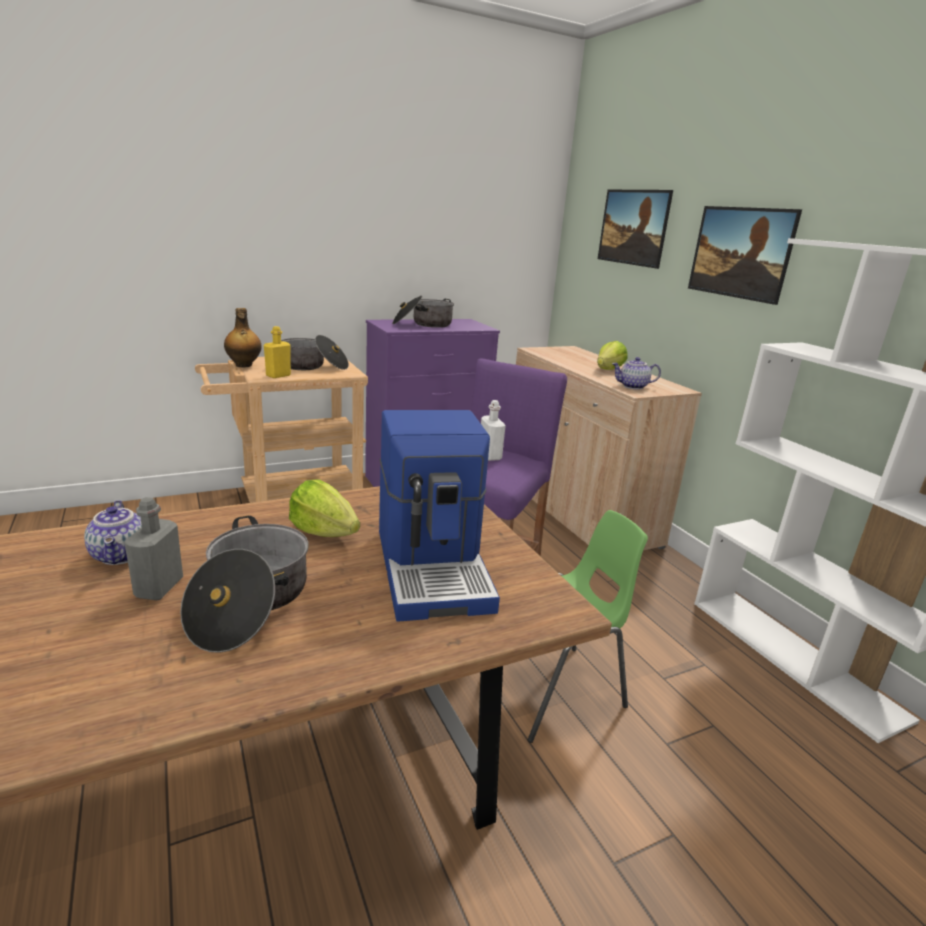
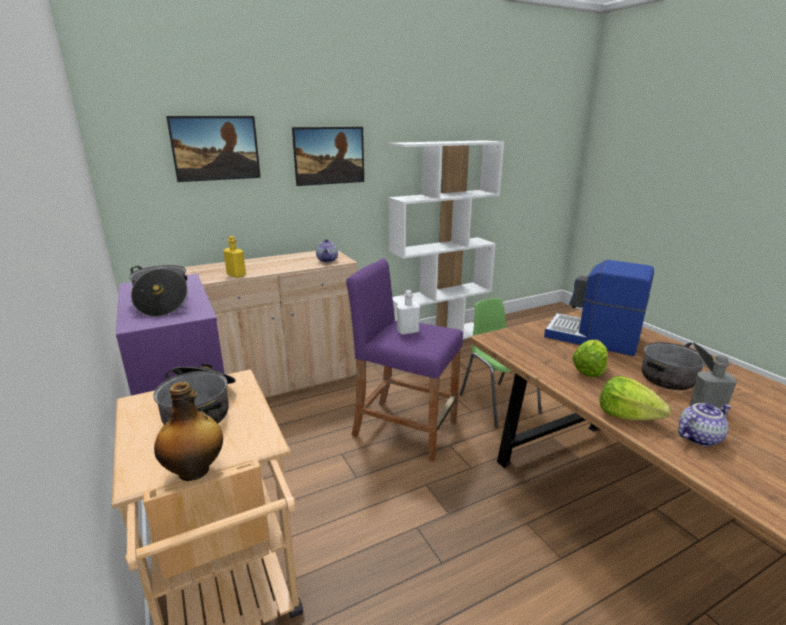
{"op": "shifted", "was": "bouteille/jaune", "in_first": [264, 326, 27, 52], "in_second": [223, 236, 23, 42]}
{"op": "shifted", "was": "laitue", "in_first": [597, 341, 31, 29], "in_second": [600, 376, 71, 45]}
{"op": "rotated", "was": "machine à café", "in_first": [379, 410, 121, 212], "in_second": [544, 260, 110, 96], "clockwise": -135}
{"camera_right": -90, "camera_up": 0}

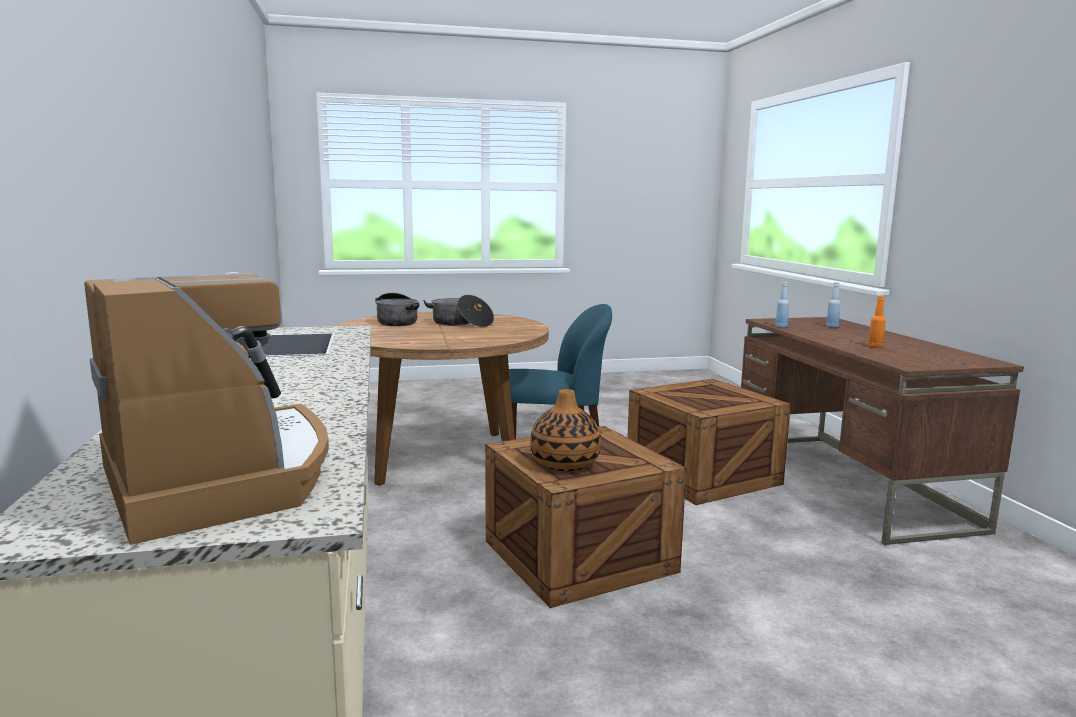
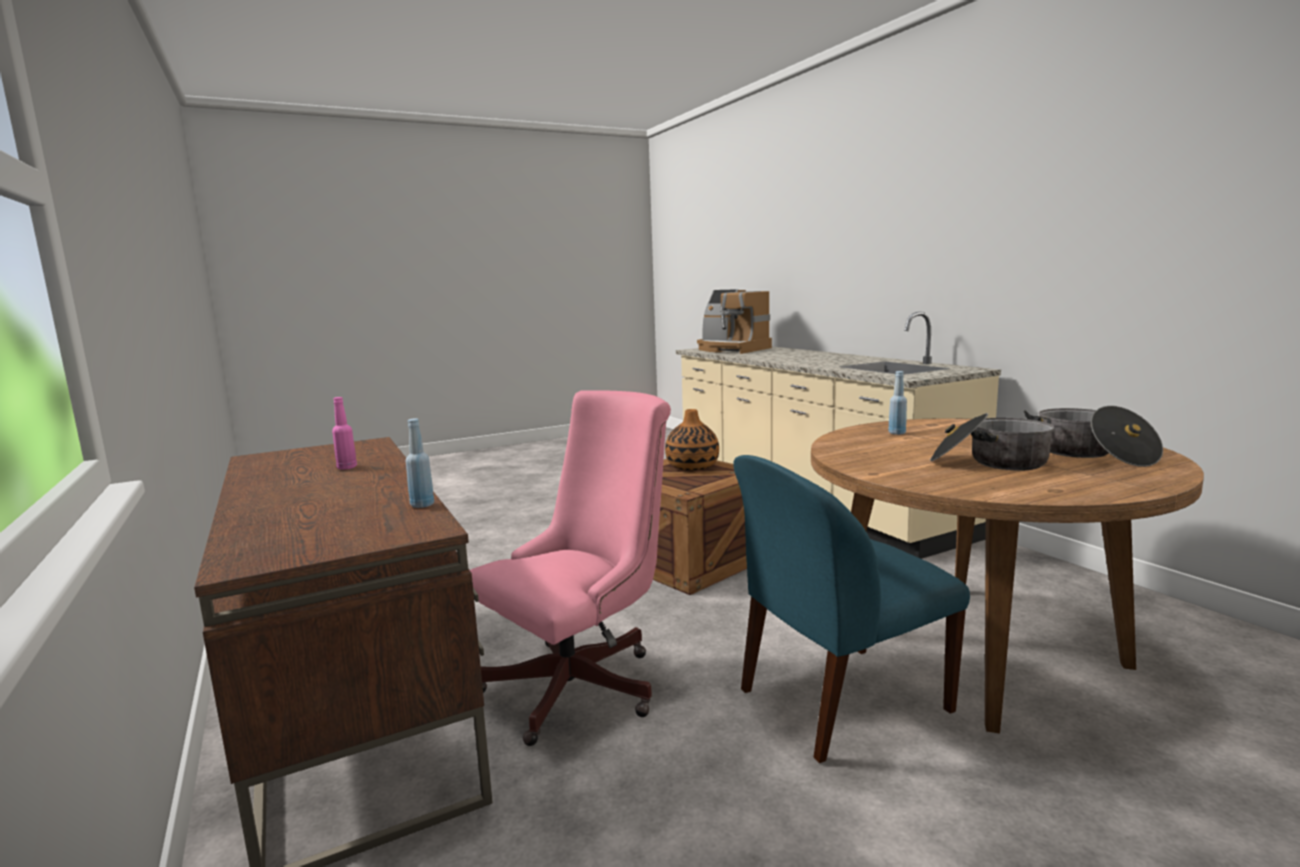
{"op": "shifted", "was": "bouteille/bleu", "in_first": [826, 282, 15, 45], "in_second": [888, 371, 19, 64]}
{"op": "swapped", "was": "caisse", "now": "chaise de bureau/rose", "in_first": [627, 379, 164, 126], "in_second": [470, 390, 201, 356]}
{"op": "repainted", "was": "bouteille/orange", "now": "bouteille/rose", "in_first": [868, 295, 18, 53], "in_second": [332, 397, 25, 73]}
{"camera_right": 165, "camera_up": 0}

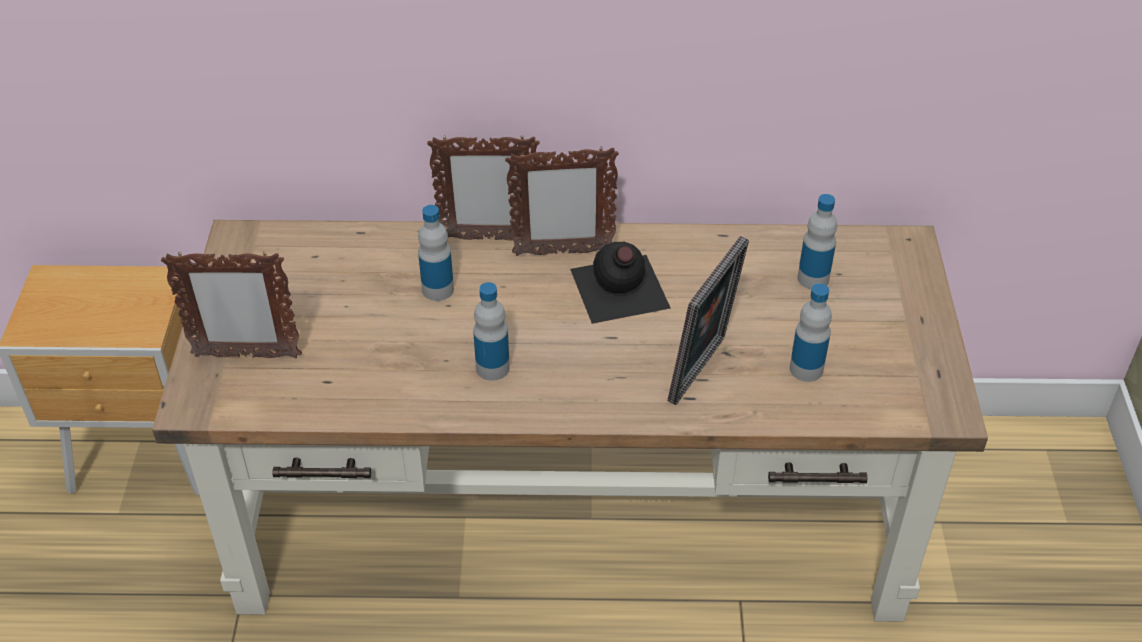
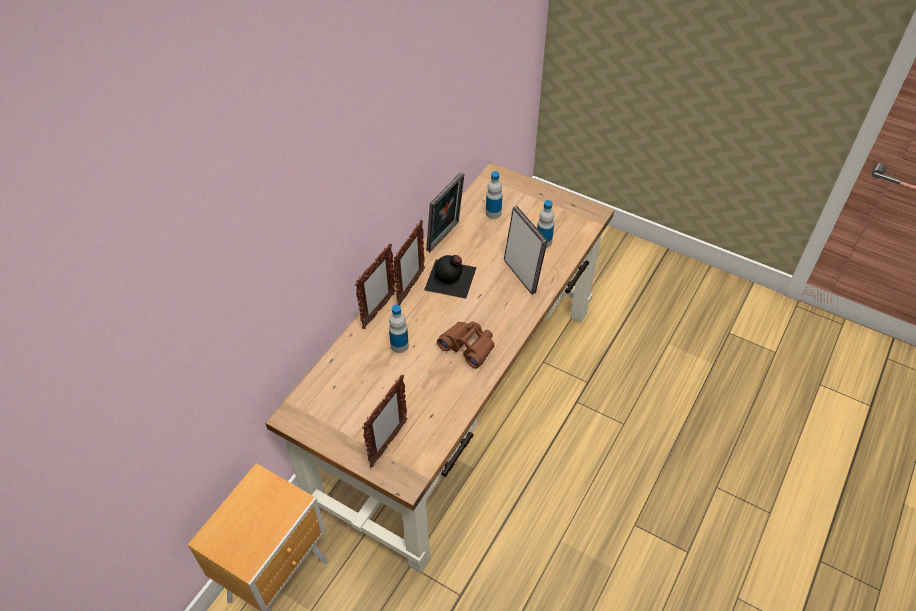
{"op": "new", "now": "cadre photo", "in_second": [426, 172, 38, 80]}
{"op": "swapped", "was": "bouteille", "now": "jumelles/marron", "in_first": [473, 282, 37, 99], "in_second": [437, 321, 58, 48]}
{"camera_right": -60, "camera_up": 5}

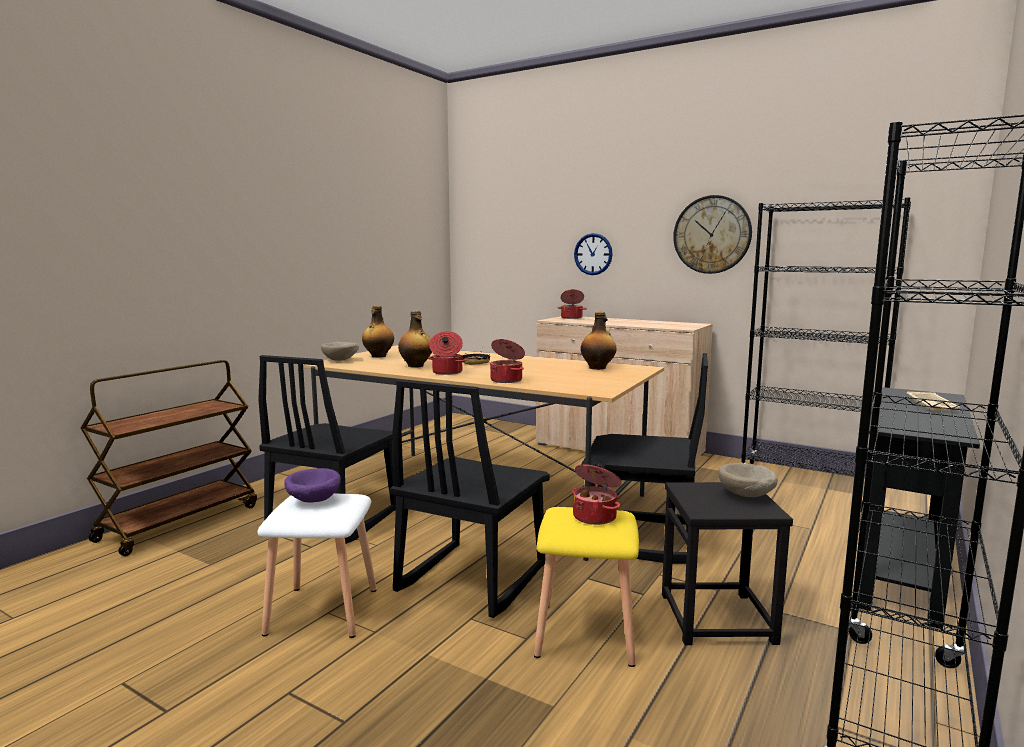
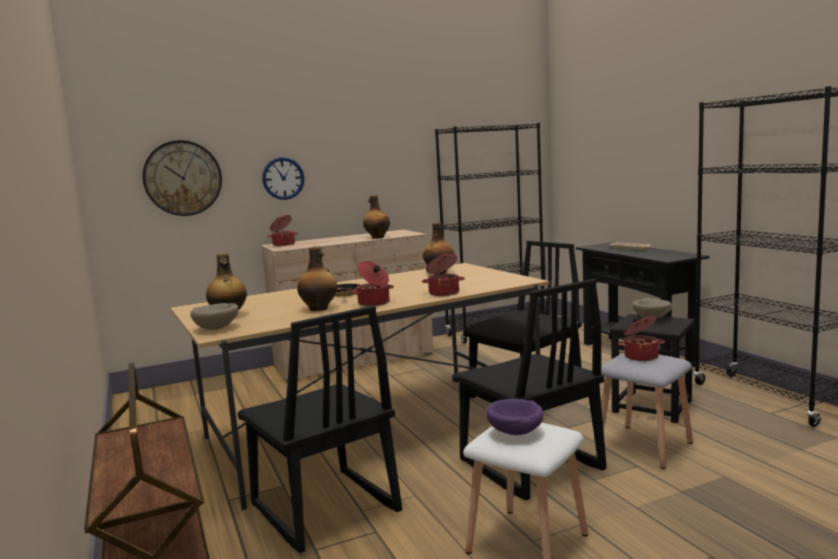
{"op": "new", "now": "bouteille", "in_second": [363, 195, 27, 43]}
{"op": "shifted", "was": "horloge murale", "in_first": [673, 195, 79, 79], "in_second": [143, 140, 79, 76]}
{"op": "repainted", "was": "tabouret/jaune", "now": "tabouret/gris", "in_first": [534, 507, 105, 160], "in_second": [601, 353, 92, 116]}
{"camera_right": -55, "camera_up": 0}

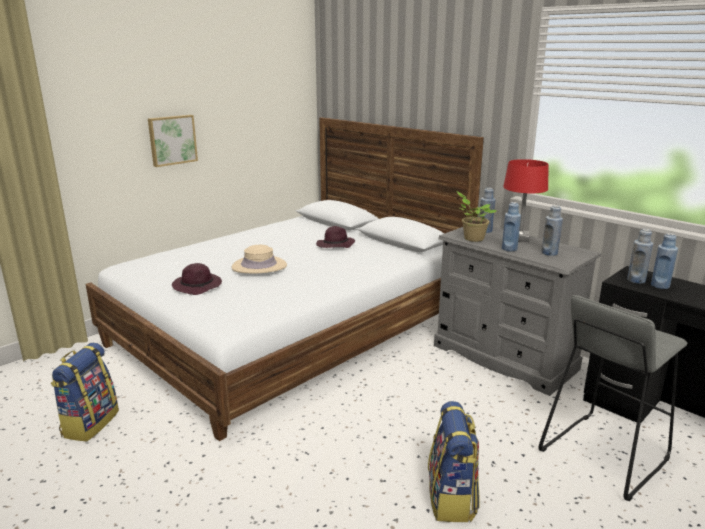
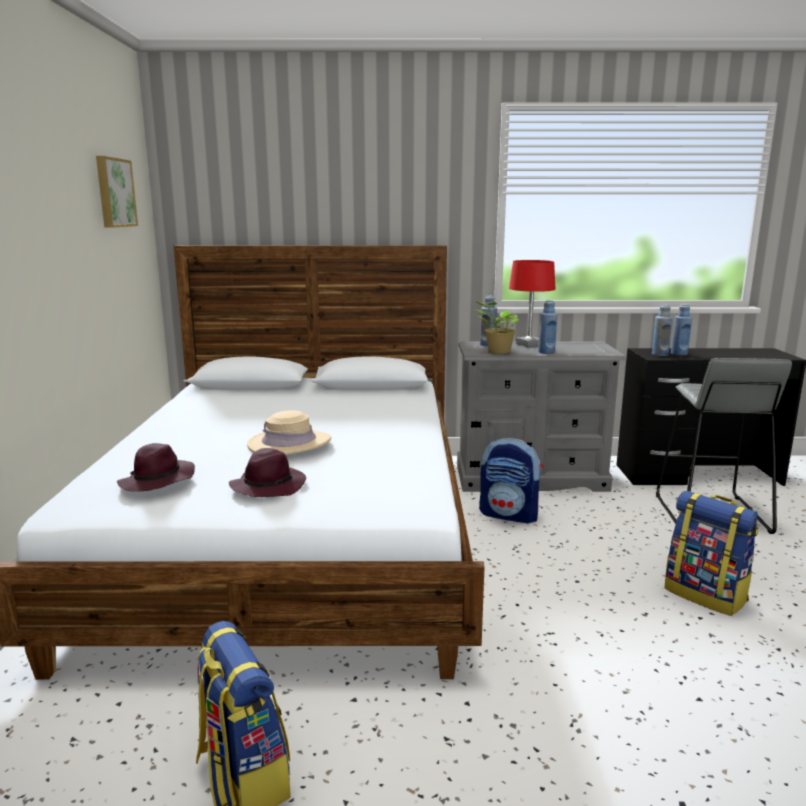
{"op": "gone", "was": "bouteille/bleu", "in_first": [542, 205, 21, 51]}
{"op": "new", "now": "sac à dos", "in_second": [479, 438, 64, 86]}
{"op": "shifted", "was": "tableau", "in_first": [148, 115, 50, 52], "in_second": [96, 156, 42, 72]}
{"op": "shifted", "was": "chapeau/violet", "in_first": [316, 226, 39, 22], "in_second": [117, 443, 78, 49]}
{"camera_right": -45, "camera_up": -5}

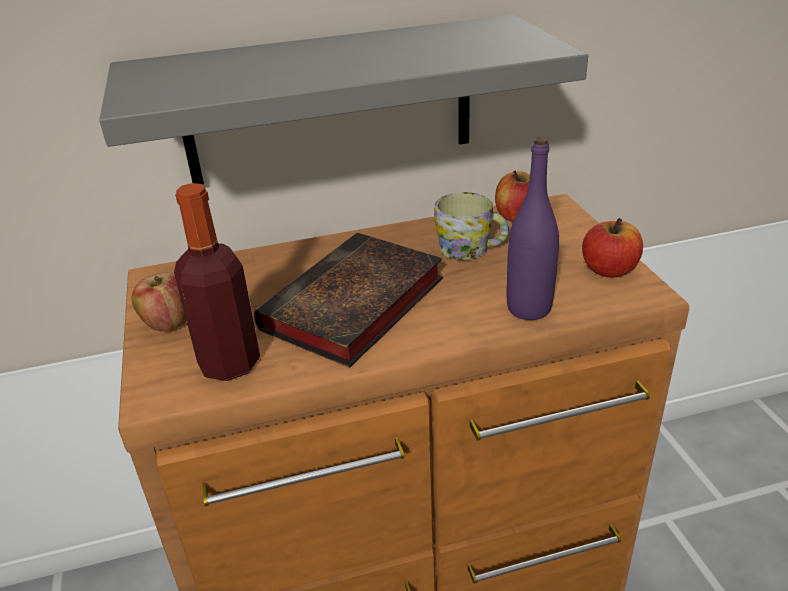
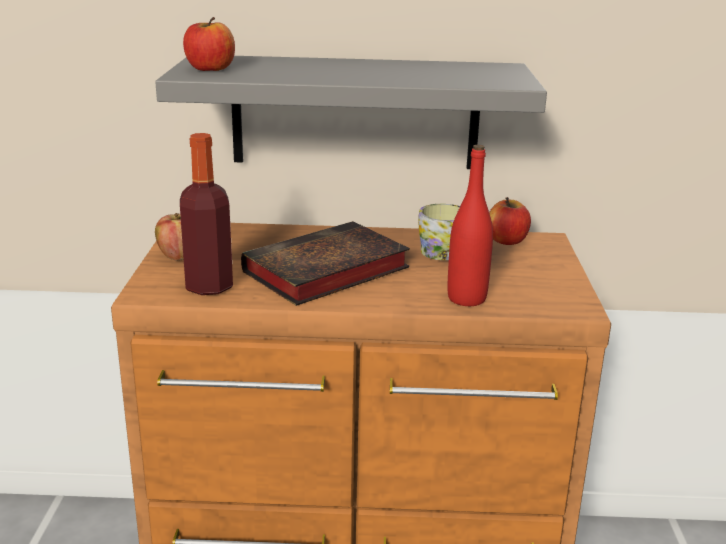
{"op": "shifted", "was": "pomme", "in_first": [582, 218, 61, 60], "in_second": [183, 17, 52, 54]}
{"op": "repainted", "was": "bouteille/violet", "now": "bouteille/rouge", "in_first": [507, 137, 52, 183], "in_second": [448, 145, 45, 161]}
{"camera_right": 15, "camera_up": -10}

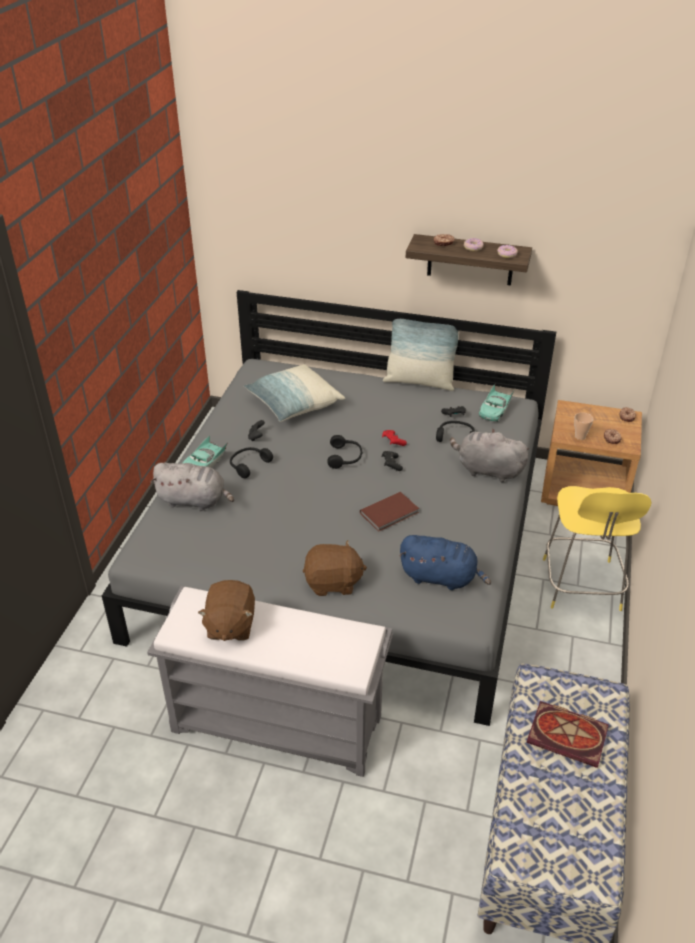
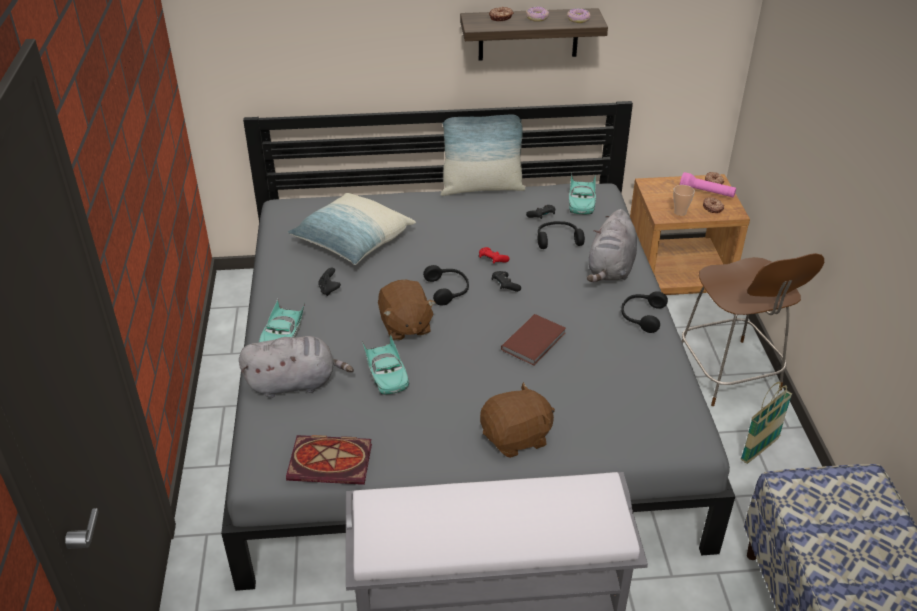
{"op": "gone", "was": "peluche/bleu", "in_first": [399, 535, 92, 55]}
{"op": "new", "now": "petite voiture/turquoise", "in_second": [362, 334, 47, 60]}
{"op": "new", "now": "lampe de poche/rose", "in_second": [680, 172, 56, 25]}
{"op": "new", "now": "panier", "in_second": [741, 381, 51, 83]}
{"op": "shifted", "was": "peluche/marron", "in_first": [198, 580, 57, 61], "in_second": [378, 280, 58, 61]}
{"op": "shifted", "was": "casque audio/noir", "in_first": [230, 447, 43, 31], "in_second": [622, 291, 46, 42]}
{"op": "shifted", "was": "livre", "in_first": [527, 701, 82, 67], "in_second": [286, 435, 86, 50]}
{"op": "repainted", "was": "tabouret/jaune", "now": "tabouret/marron", "in_first": [543, 486, 108, 125], "in_second": [681, 253, 143, 153]}
{"op": "rotated", "was": "peluche/gris", "in_first": [450, 428, 79, 54], "in_second": [587, 209, 50, 73], "clockwise": -75}
{"camera_right": -20, "camera_up": 0}

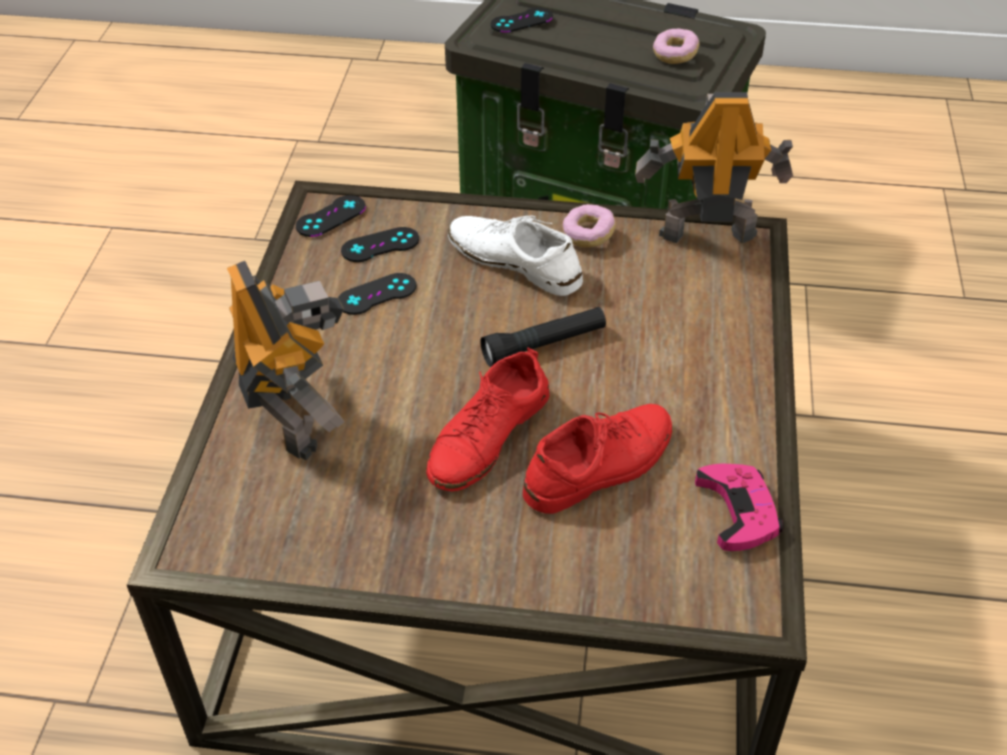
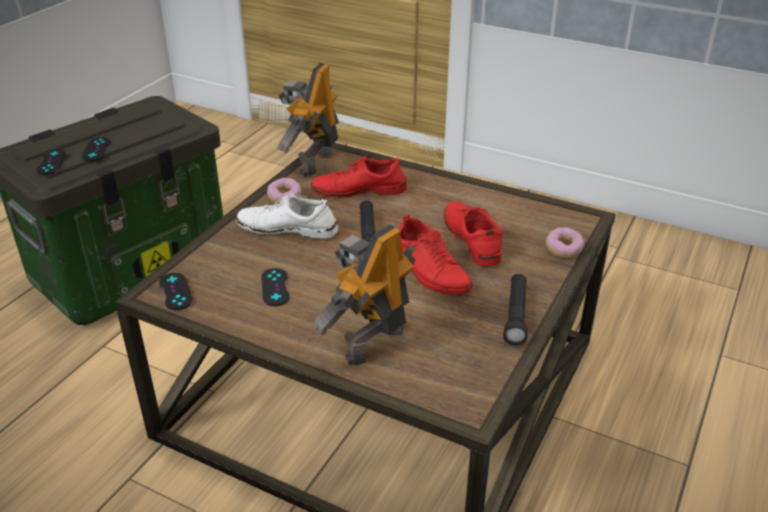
{"op": "gone", "was": "manette/rose", "in_first": [695, 463, 89, 88]}
{"op": "new", "now": "chaussure/rouge", "in_second": [311, 155, 96, 43]}
{"op": "new", "now": "lampe de poche/noir", "in_second": [503, 274, 24, 72]}
{"op": "shifted", "was": "manette/noir", "in_first": [341, 227, 78, 35], "in_second": [81, 137, 30, 25]}
{"op": "shifted", "was": "beignet", "in_first": [653, 29, 46, 35], "in_second": [546, 227, 39, 32]}
{"op": "rotated", "was": "robot jouet", "in_first": [227, 261, 118, 199], "in_second": [313, 224, 102, 141], "clockwise": -45}
{"op": "rotated", "was": "chaussure/blanc", "in_first": [448, 216, 135, 80], "in_second": [236, 193, 102, 46], "clockwise": 45}
{"camera_right": -70, "camera_up": -10}

